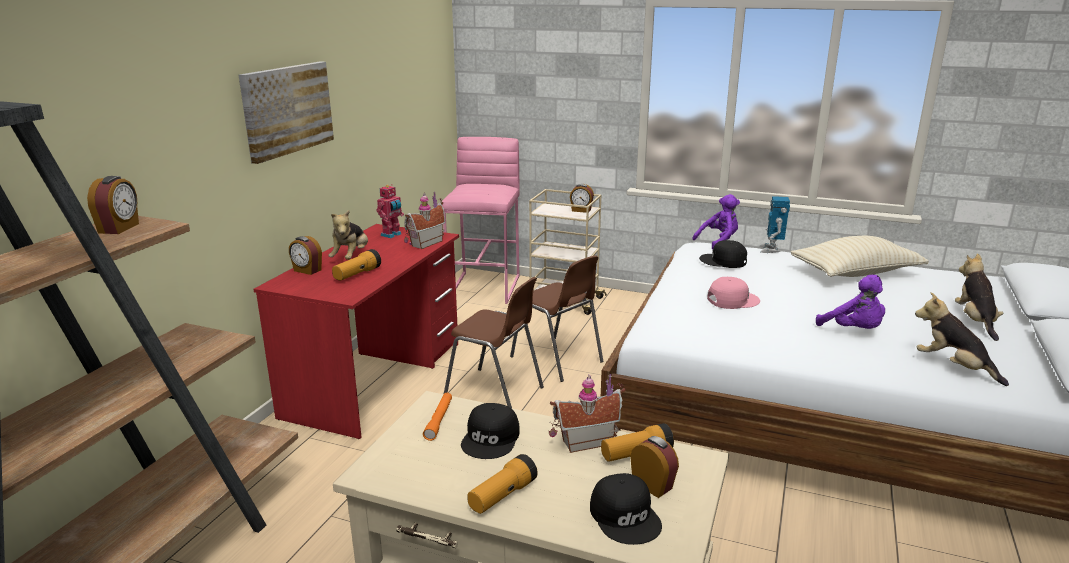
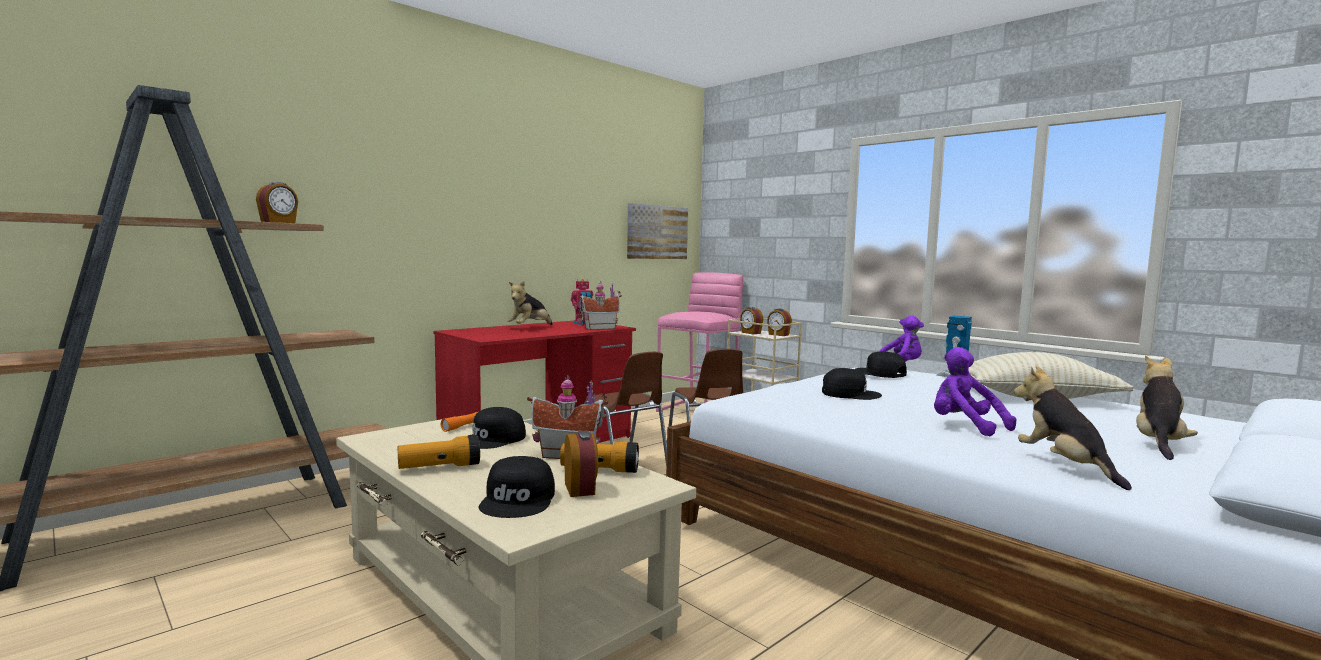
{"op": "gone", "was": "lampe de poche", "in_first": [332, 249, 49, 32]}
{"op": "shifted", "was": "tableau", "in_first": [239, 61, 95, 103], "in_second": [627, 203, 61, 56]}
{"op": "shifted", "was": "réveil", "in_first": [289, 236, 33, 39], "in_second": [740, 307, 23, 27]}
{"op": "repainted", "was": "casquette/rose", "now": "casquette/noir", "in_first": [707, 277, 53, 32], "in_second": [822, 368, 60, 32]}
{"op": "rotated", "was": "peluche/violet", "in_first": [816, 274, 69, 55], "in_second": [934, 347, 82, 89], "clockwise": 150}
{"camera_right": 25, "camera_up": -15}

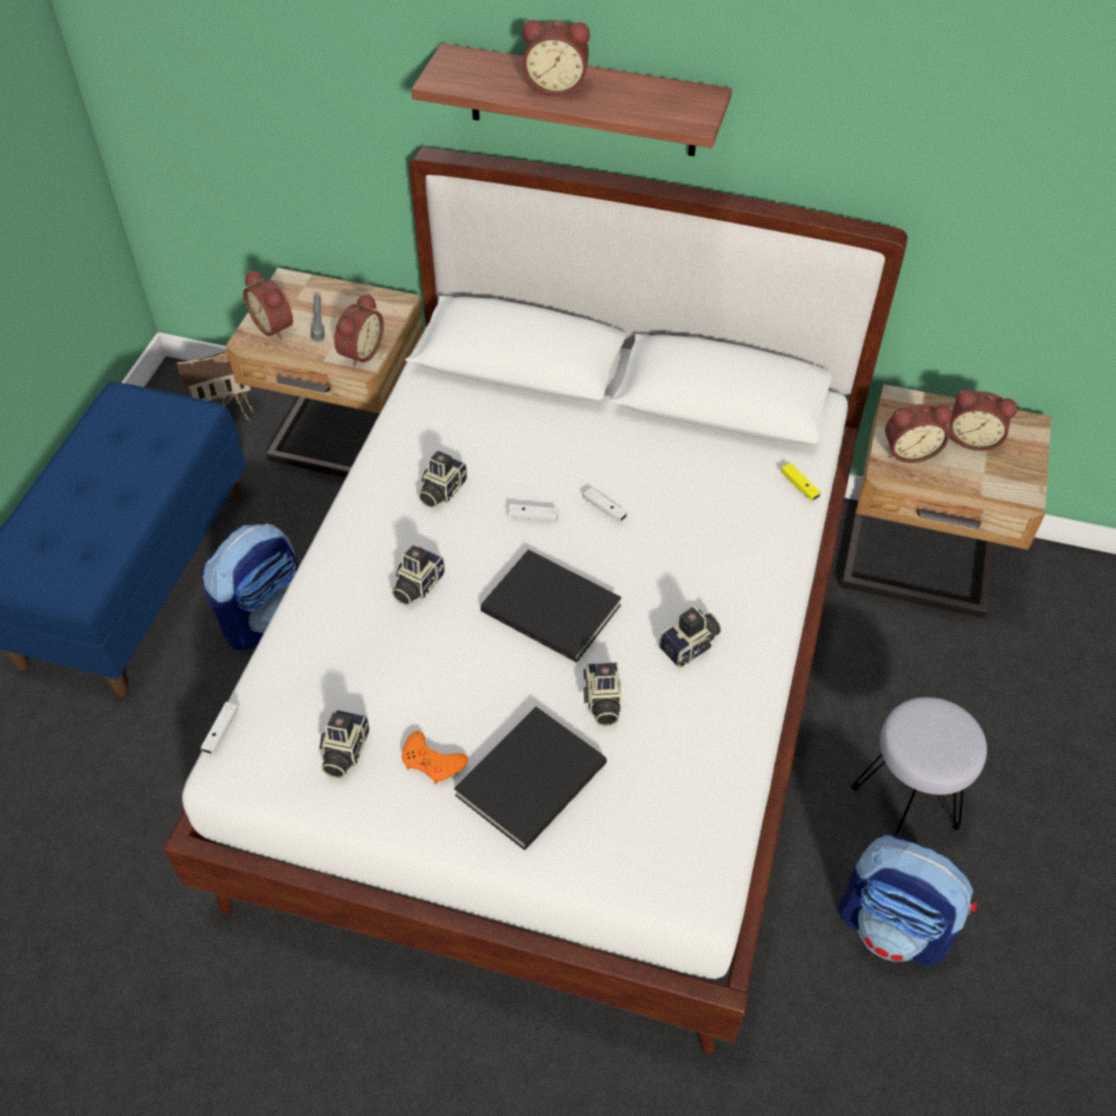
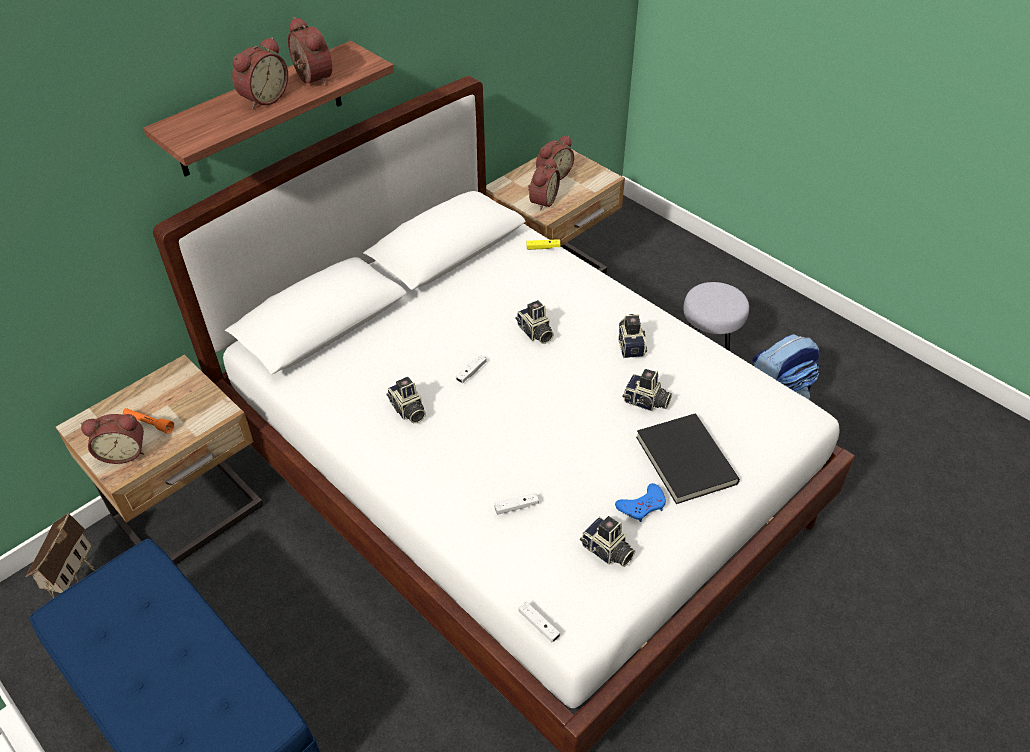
{"op": "gone", "was": "sac à dos", "in_first": [202, 524, 96, 126]}
{"op": "gone", "was": "livre/noir", "in_first": [481, 549, 141, 113]}
{"op": "shifted", "was": "réveil", "in_first": [334, 293, 50, 74], "in_second": [288, 17, 44, 69]}
{"op": "shifted", "was": "appareil photo", "in_first": [391, 545, 54, 61], "in_second": [515, 300, 39, 44]}
{"op": "shifted", "was": "manette/blanc", "in_first": [583, 488, 44, 34], "in_second": [494, 493, 45, 22]}
{"op": "repainted", "was": "lampe de poche/gris", "now": "lampe de poche/orange", "in_first": [310, 294, 15, 48], "in_second": [123, 408, 51, 26]}
{"op": "repainted", "was": "manette/orange", "now": "manette/bleu", "in_first": [402, 731, 66, 53], "in_second": [615, 483, 51, 39]}
{"camera_right": -60, "camera_up": -5}

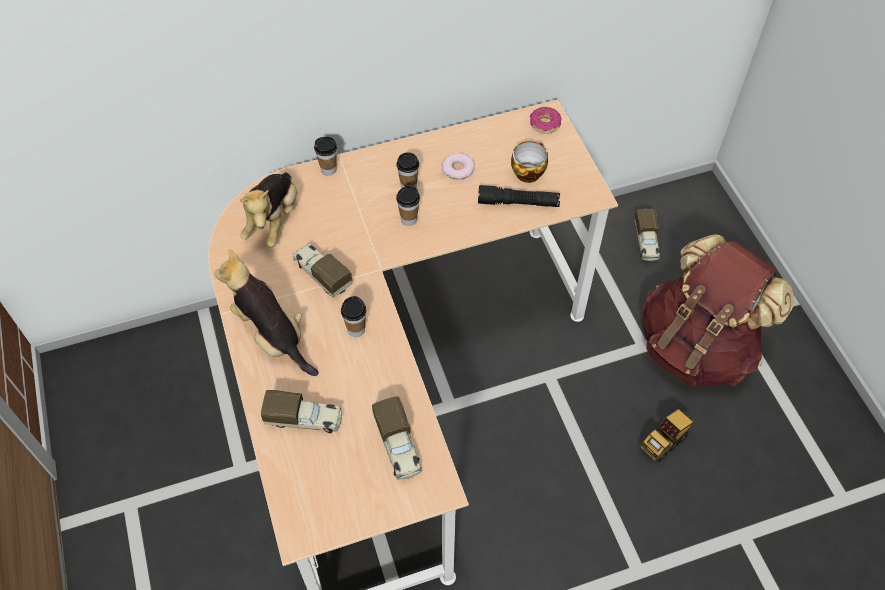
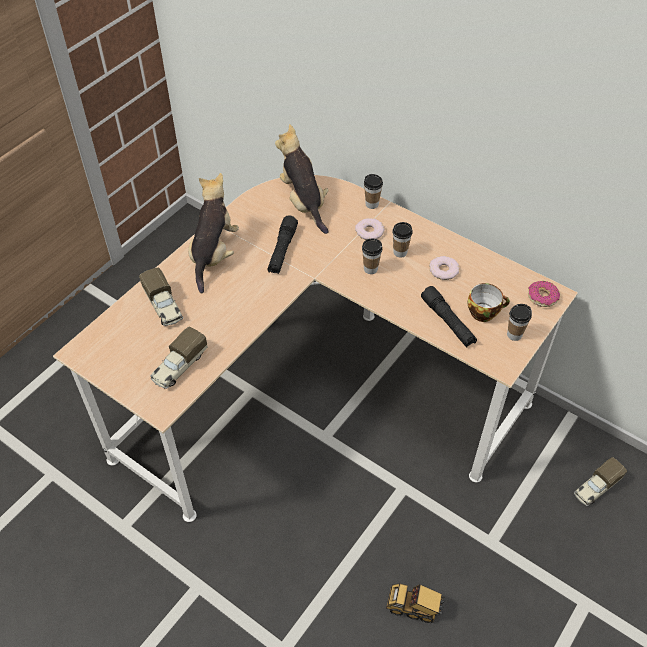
{"op": "gone", "was": "sac à dos/marron", "in_first": [642, 234, 152, 152]}
{"op": "new", "now": "beignet", "in_second": [355, 218, 30, 22]}
{"op": "shifted", "was": "tasse", "in_first": [341, 296, 25, 41], "in_second": [507, 304, 25, 37]}
{"op": "swapped", "was": "camion jouet", "now": "lampe de poche/noir", "in_first": [293, 243, 60, 55], "in_second": [267, 215, 31, 59]}
{"op": "rotated", "was": "peluche", "in_first": [240, 172, 57, 76], "in_second": [275, 124, 54, 110], "clockwise": 90}
{"camera_right": 55, "camera_up": -5}

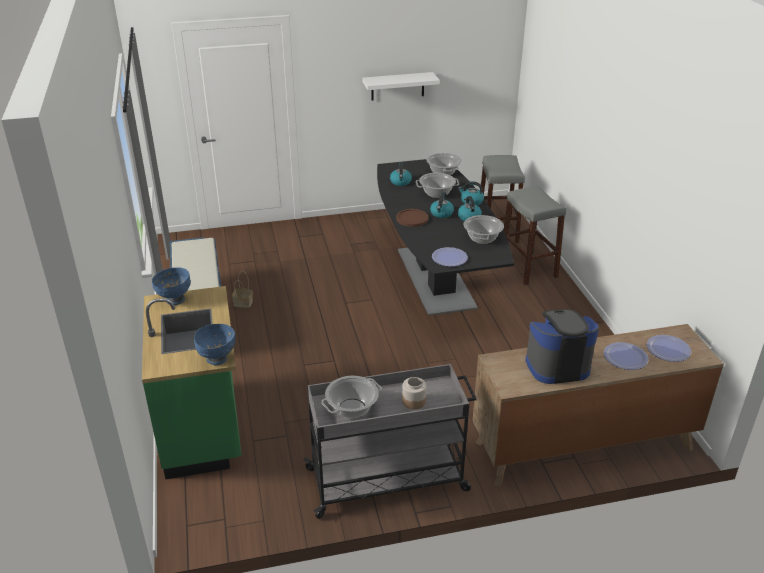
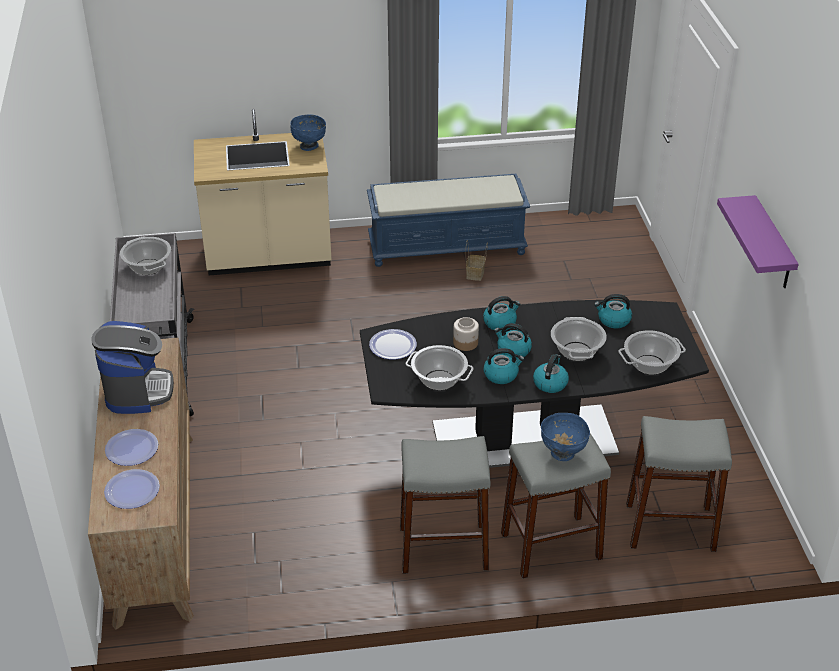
{"op": "new", "now": "tabouret/gris", "in_second": [400, 436, 90, 138]}
{"op": "shifted", "was": "bol/bleu", "in_first": [194, 324, 42, 41], "in_second": [541, 413, 49, 48]}
{"op": "shifted", "was": "bocal", "in_first": [402, 377, 25, 33], "in_second": [453, 317, 26, 34]}
{"op": "swapped", "was": "assiette/marron", "now": "bouilloire", "in_first": [396, 209, 32, 18], "in_second": [483, 296, 37, 35]}
{"op": "repainted", "was": "comptoir de cuisine/vert", "now": "comptoir de cuisine/beige", "in_first": [142, 286, 99, 193], "in_second": [194, 109, 138, 166]}
{"op": "repainted", "was": "étagère/blanc", "now": "étagère/violet", "in_first": [362, 72, 78, 28], "in_second": [717, 195, 82, 93]}
{"camera_right": 95, "camera_up": 5}

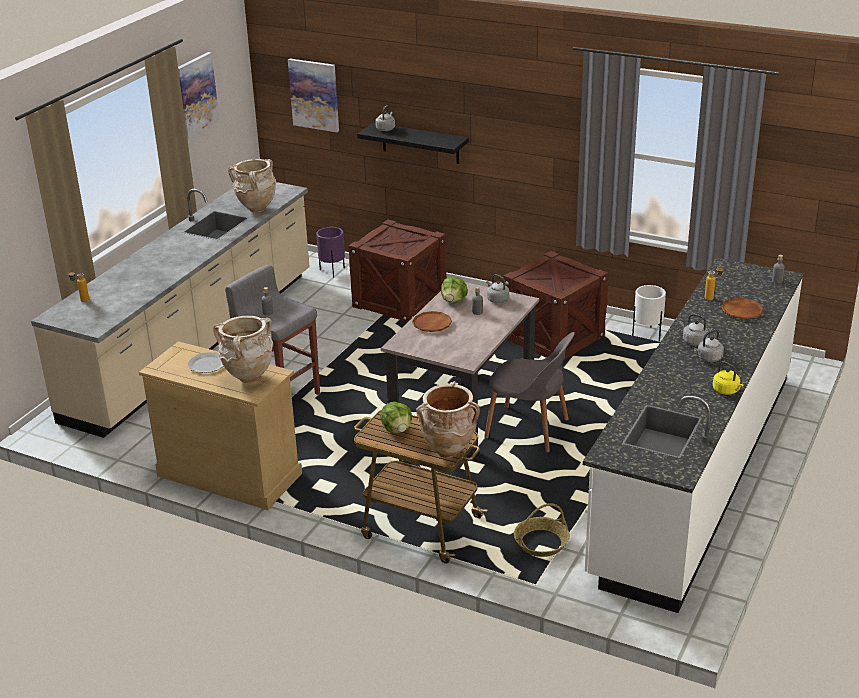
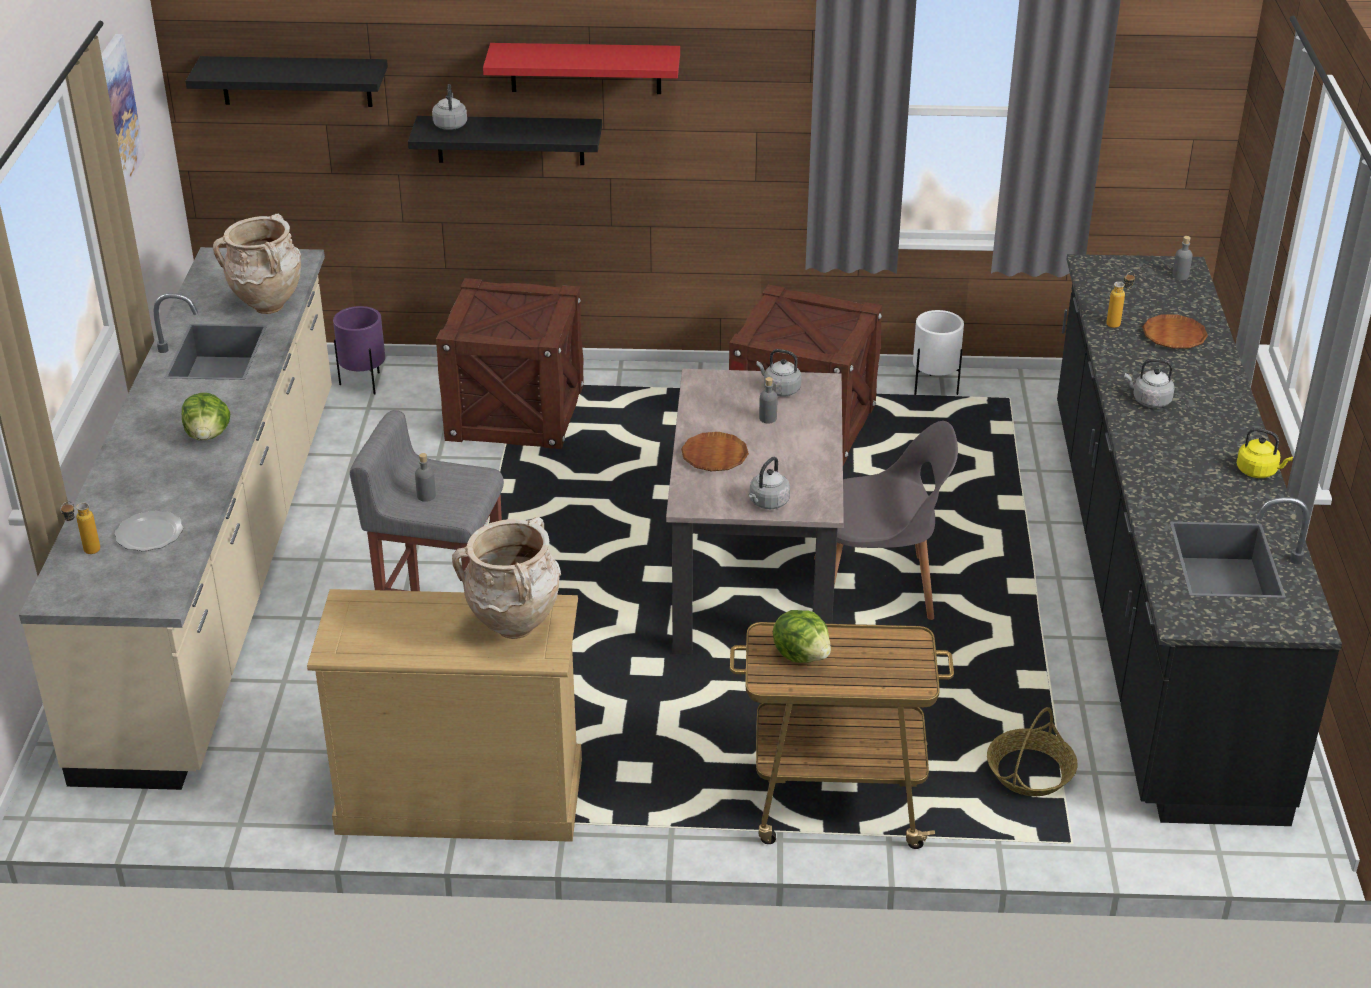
{"op": "gone", "was": "vase/beige", "in_first": [416, 381, 64, 77]}
{"op": "new", "now": "étagère/rouge", "in_second": [483, 43, 197, 51]}
{"op": "shifted", "was": "assiette", "in_first": [188, 352, 36, 21], "in_second": [115, 511, 68, 40]}
{"op": "shifted", "was": "laitue", "in_first": [441, 277, 27, 26], "in_second": [182, 393, 49, 47]}
{"op": "shifted", "was": "bouilloire/gris", "in_first": [694, 329, 30, 33], "in_second": [749, 457, 41, 52]}
{"op": "swapped", "was": "tableau", "now": "étagère/noir", "in_first": [288, 59, 51, 73], "in_second": [186, 56, 202, 51]}
{"op": "repainted", "was": "comptoir de cuisine/blanc", "now": "comptoir de cuisine/noir", "in_first": [583, 258, 220, 355], "in_second": [1057, 254, 285, 572]}
{"camera_right": -25, "camera_up": 5}

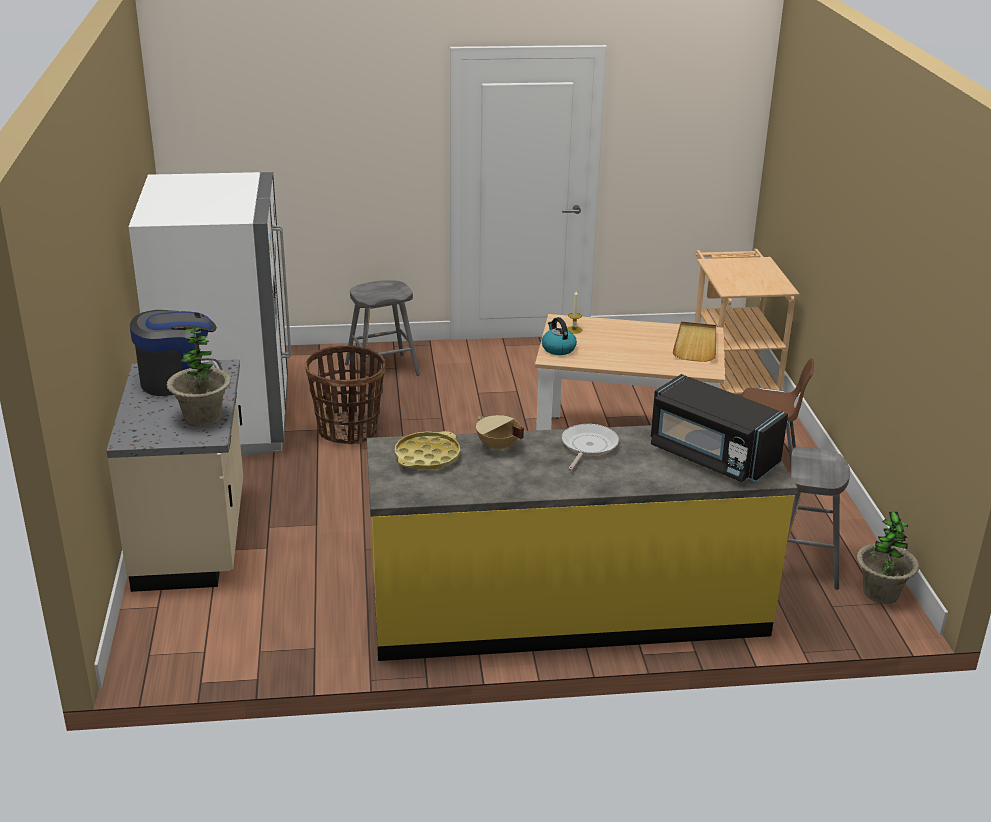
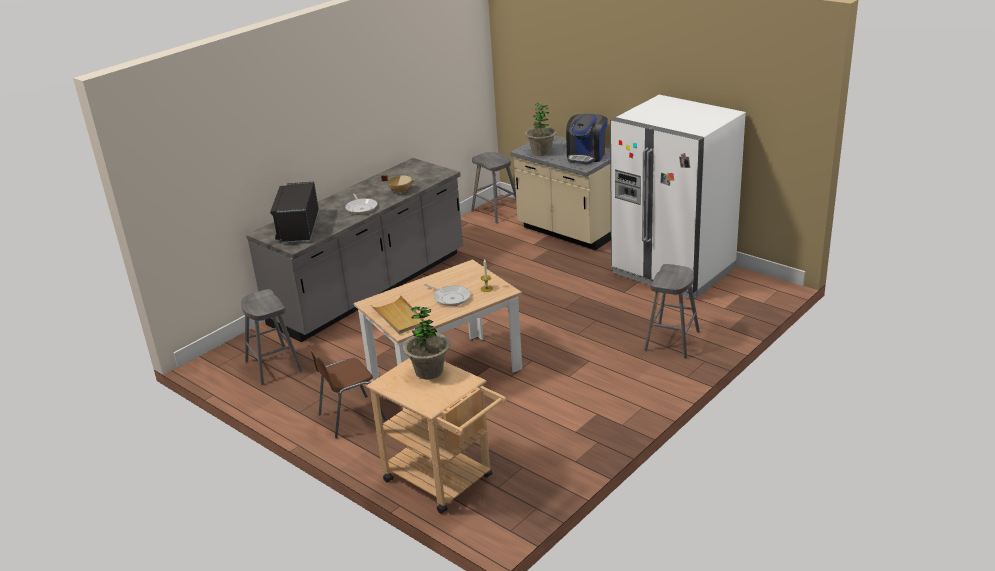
{"op": "gone", "was": "panier", "in_first": [305, 346, 81, 98]}
{"op": "gone", "was": "plateau/jaune", "in_first": [395, 431, 65, 39]}
{"op": "gone", "was": "bouilloire", "in_first": [542, 317, 35, 38]}
{"op": "new", "now": "poêle", "in_second": [424, 284, 47, 22]}
{"op": "new", "now": "tabouret/gris", "in_second": [471, 152, 45, 72]}
{"op": "shifted", "was": "plante en pot", "in_first": [856, 512, 63, 92], "in_second": [402, 306, 48, 73]}
{"op": "repainted", "was": "comptoir de cuisine/jaune", "now": "comptoir de cuisine/gris", "in_first": [367, 425, 430, 236], "in_second": [246, 158, 217, 184]}
{"op": "rotated", "was": "micro-ondes/noir", "in_first": [650, 374, 138, 109], "in_second": [270, 182, 49, 61], "clockwise": -90}
{"camera_right": 140, "camera_up": 0}

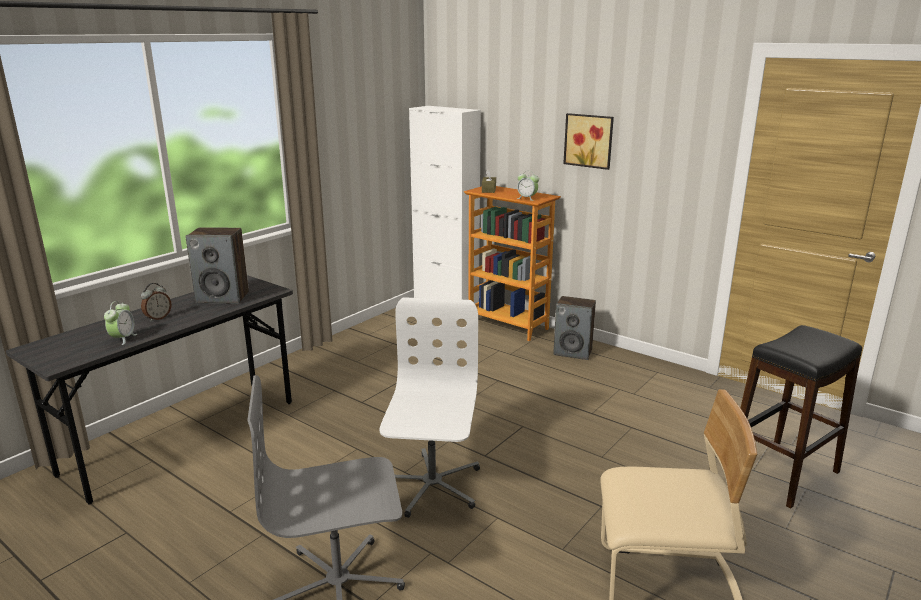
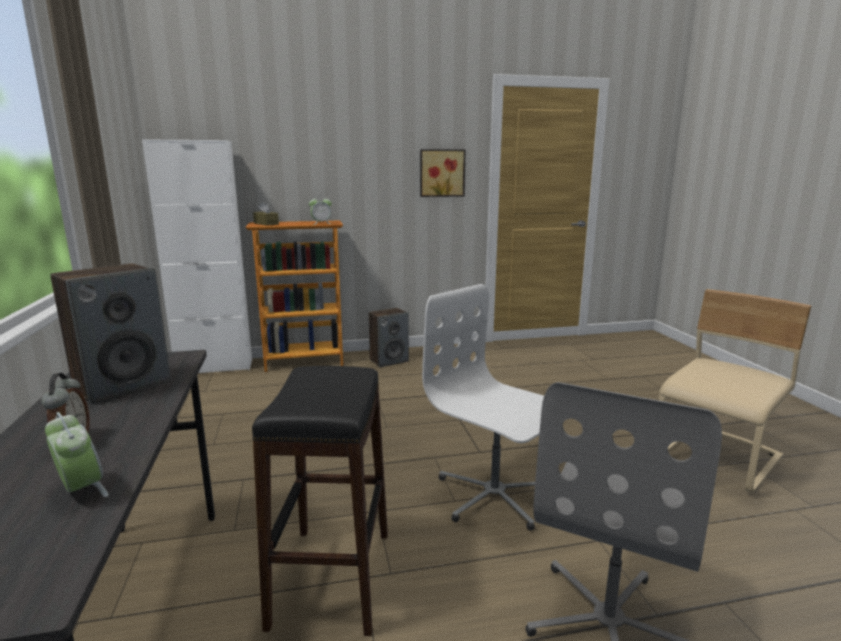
{"op": "shifted", "was": "tableau", "in_first": [563, 113, 51, 57], "in_second": [420, 149, 46, 48]}
{"op": "shifted", "was": "tabouret/noir", "in_first": [741, 325, 121, 184], "in_second": [252, 366, 136, 270]}
{"camera_right": -50, "camera_up": -5}

